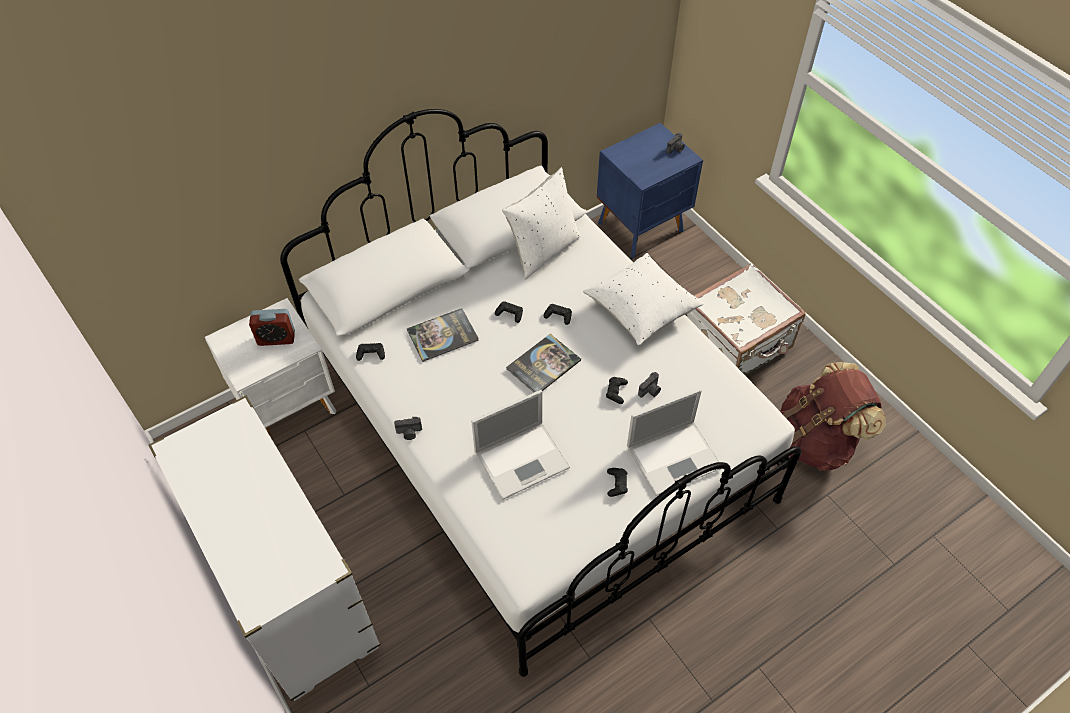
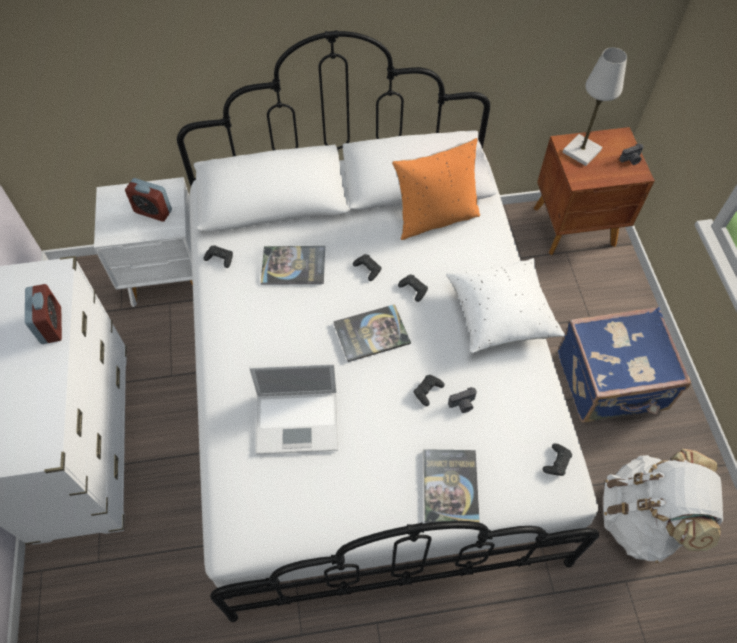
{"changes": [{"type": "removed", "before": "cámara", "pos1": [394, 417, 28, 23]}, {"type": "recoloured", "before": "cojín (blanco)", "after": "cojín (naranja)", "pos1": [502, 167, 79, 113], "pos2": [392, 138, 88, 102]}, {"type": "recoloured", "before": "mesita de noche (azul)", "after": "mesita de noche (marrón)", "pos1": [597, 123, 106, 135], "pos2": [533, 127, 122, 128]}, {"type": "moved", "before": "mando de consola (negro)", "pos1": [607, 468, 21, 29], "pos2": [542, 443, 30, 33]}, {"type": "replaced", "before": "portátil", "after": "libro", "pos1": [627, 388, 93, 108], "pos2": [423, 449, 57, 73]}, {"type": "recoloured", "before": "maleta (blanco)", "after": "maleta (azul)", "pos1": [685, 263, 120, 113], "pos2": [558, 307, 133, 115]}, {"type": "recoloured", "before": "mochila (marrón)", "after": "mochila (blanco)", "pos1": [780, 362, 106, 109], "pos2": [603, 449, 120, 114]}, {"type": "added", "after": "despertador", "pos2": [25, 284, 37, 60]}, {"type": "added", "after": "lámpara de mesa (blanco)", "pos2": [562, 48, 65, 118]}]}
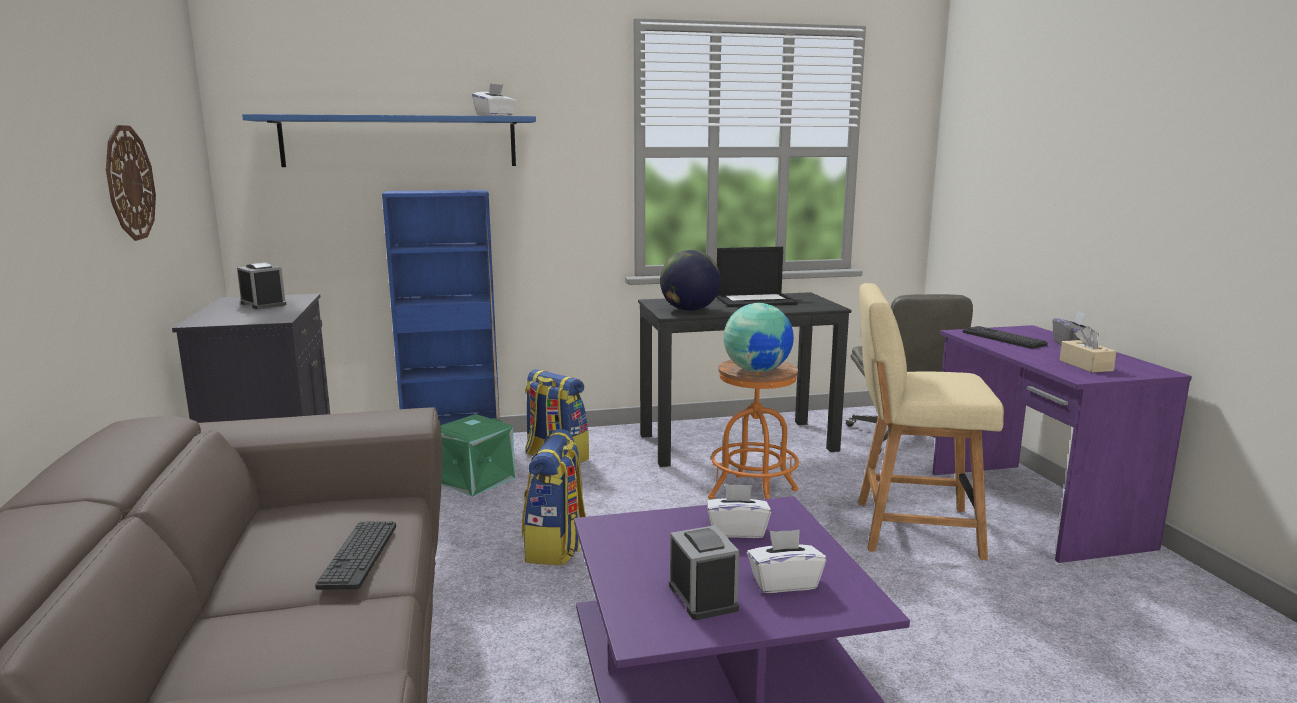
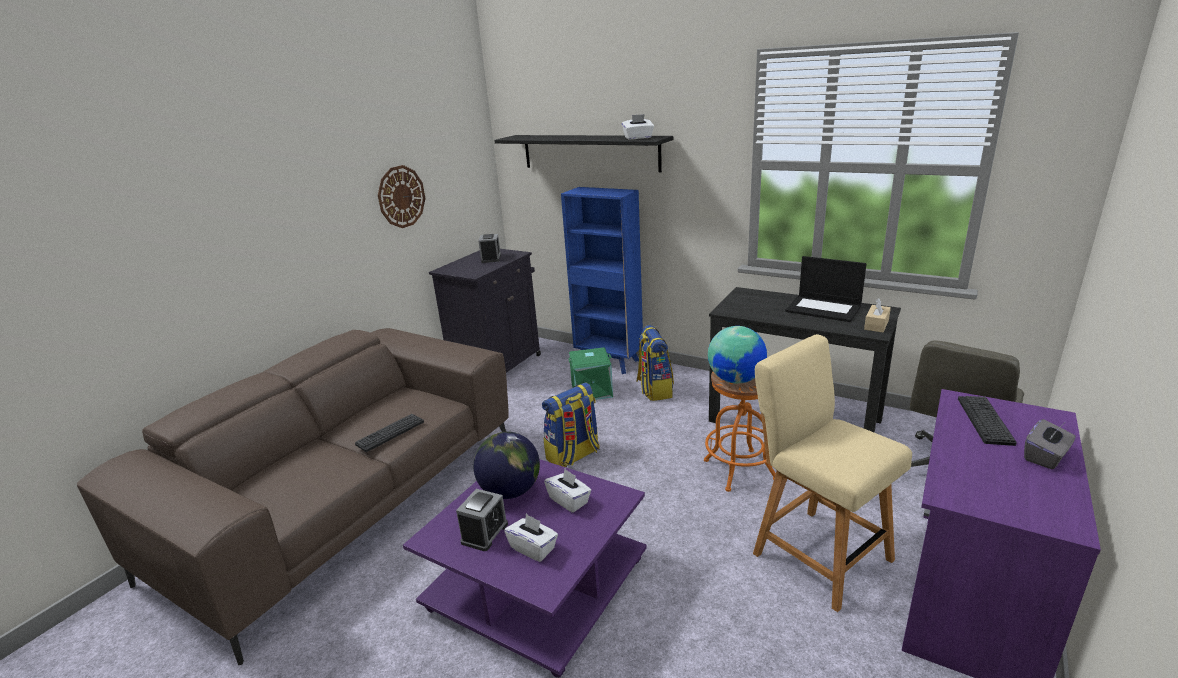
{"changes": [{"type": "recoloured", "before": "estante (azul)", "after": "estante (negro)", "pos1": [242, 114, 294, 53], "pos2": [494, 135, 179, 37]}, {"type": "moved", "before": "globo terráqueo", "pos1": [660, 250, 61, 61], "pos2": [473, 432, 67, 67]}, {"type": "moved", "before": "caja de pañuelos (beis)", "pos1": [1059, 327, 58, 46], "pos2": [864, 298, 27, 34]}]}
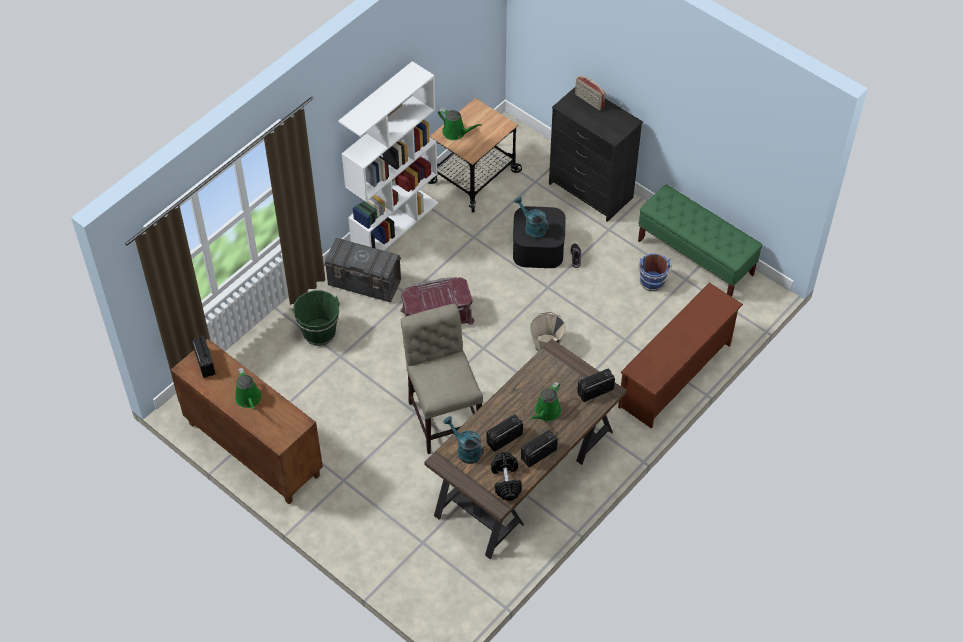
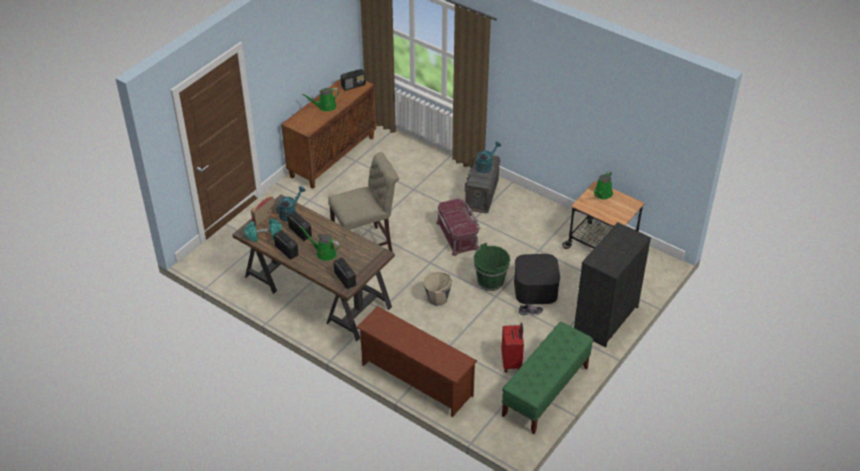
{"changes": [{"type": "moved", "before": "cubo (verde)", "pos1": [292, 290, 48, 56], "pos2": [474, 243, 36, 48]}, {"type": "removed", "before": "estantería (blanco)", "pos1": [338, 61, 101, 190]}, {"type": "recoloured", "before": "mancuerna (negro)", "after": "mancuerna (turquesa)", "pos1": [491, 452, 31, 49], "pos2": [244, 219, 38, 23]}, {"type": "moved", "before": "regadera (turquesa)", "pos1": [514, 197, 35, 42], "pos2": [476, 141, 25, 32]}, {"type": "moved", "before": "radio", "pos1": [575, 76, 30, 34], "pos2": [251, 196, 24, 30]}, {"type": "replaced", "before": "cubo (azul)", "after": "maleta (rojo)", "pos1": [638, 253, 34, 38], "pos2": [501, 323, 23, 49]}]}
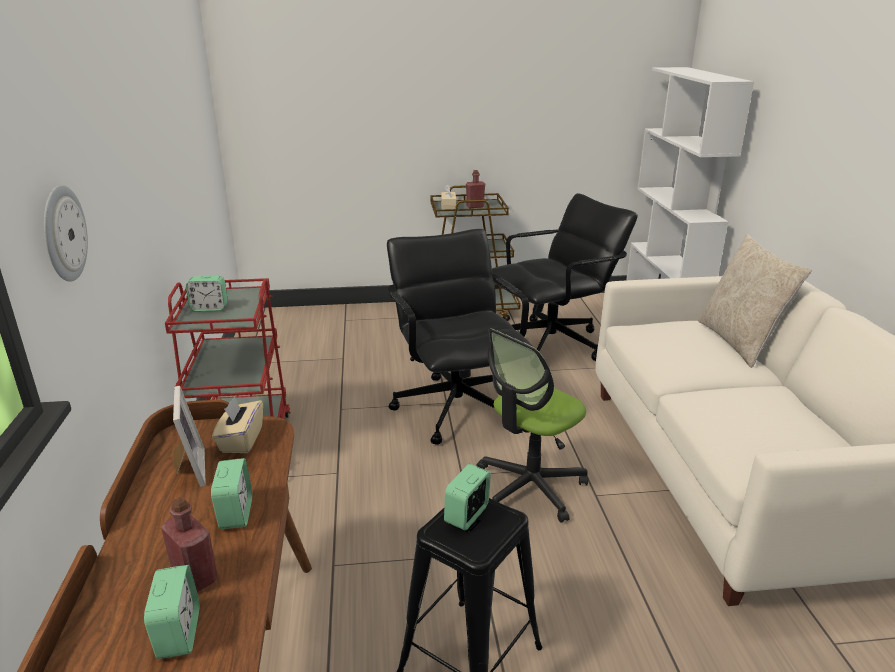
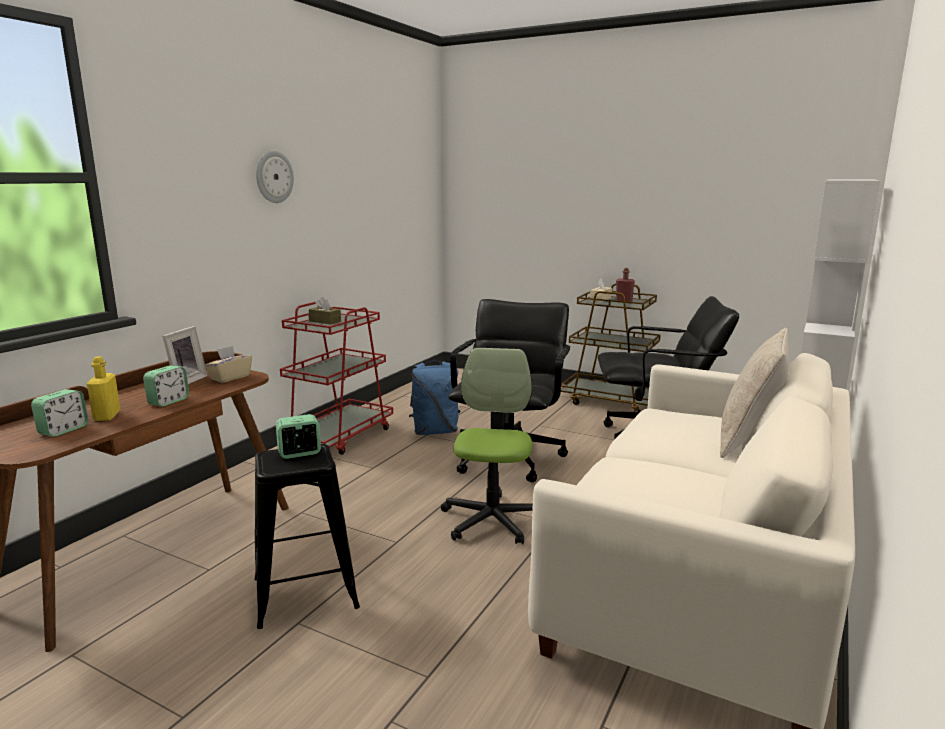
{"changes": [{"type": "moved", "before": "reloj de pared", "pos1": [44, 185, 44, 97], "pos2": [256, 151, 38, 52]}, {"type": "recoloured", "before": "botella (rojo)", "after": "botella (amarillo)", "pos1": [161, 497, 57, 95], "pos2": [87, 356, 33, 65]}, {"type": "replaced", "before": "despertador", "after": "caja de pañuelos (marrón)", "pos1": [186, 276, 42, 35], "pos2": [309, 297, 32, 28]}, {"type": "turned", "before": "silla de oficina", "pos1": [477, 328, 111, 195], "pos2": [441, 348, 92, 196], "turn": 105}, {"type": "added", "after": "mochila (azul)", "pos2": [409, 361, 52, 74]}]}
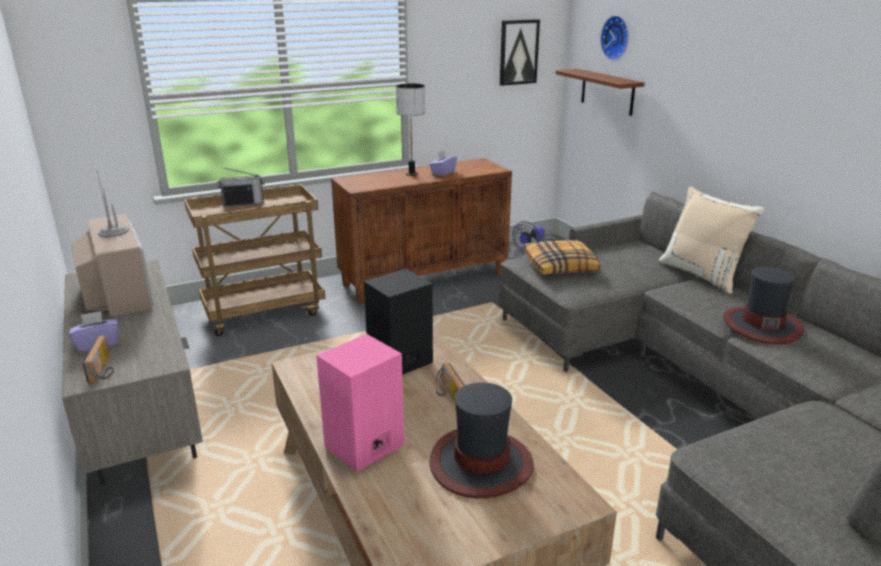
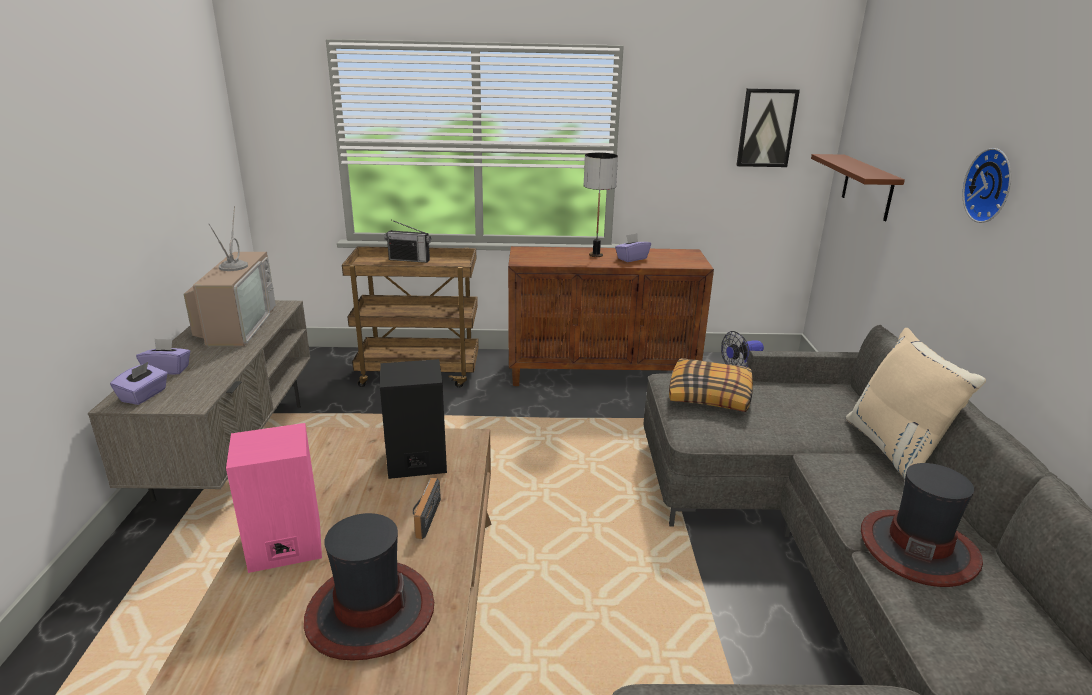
{"changes": [{"type": "replaced", "before": "radio", "after": "caja de pañuelos (morado)", "pos1": [82, 336, 32, 48], "pos2": [110, 362, 58, 43]}, {"type": "moved", "before": "reloj de pared", "pos1": [600, 15, 29, 46], "pos2": [963, 148, 48, 75]}]}
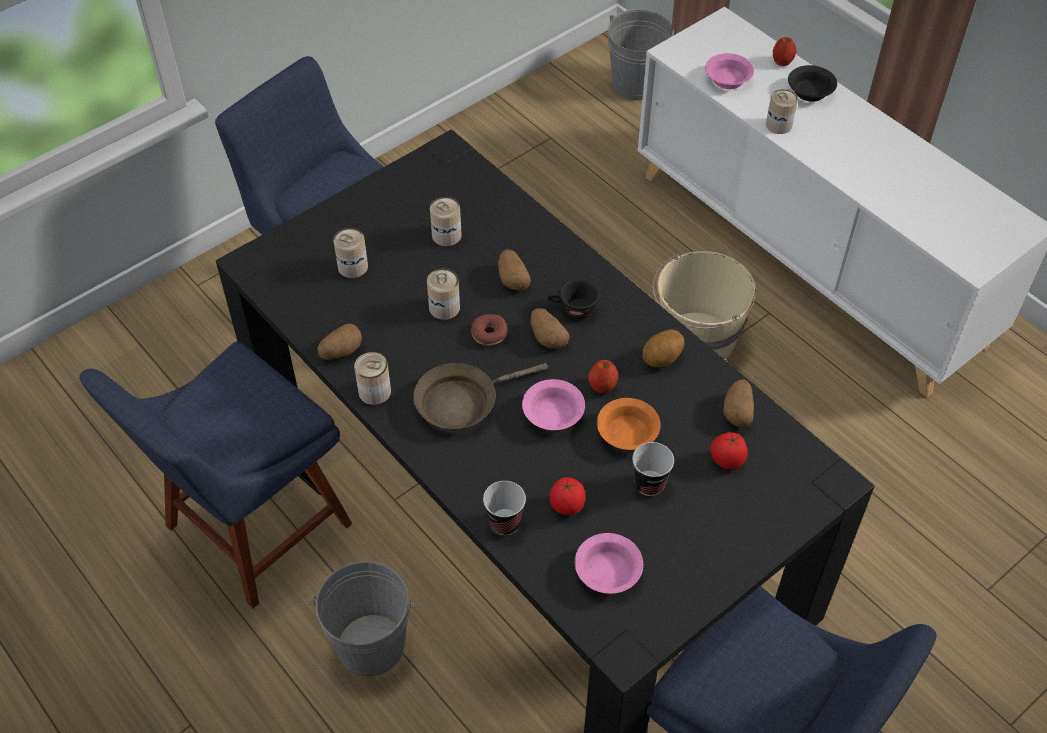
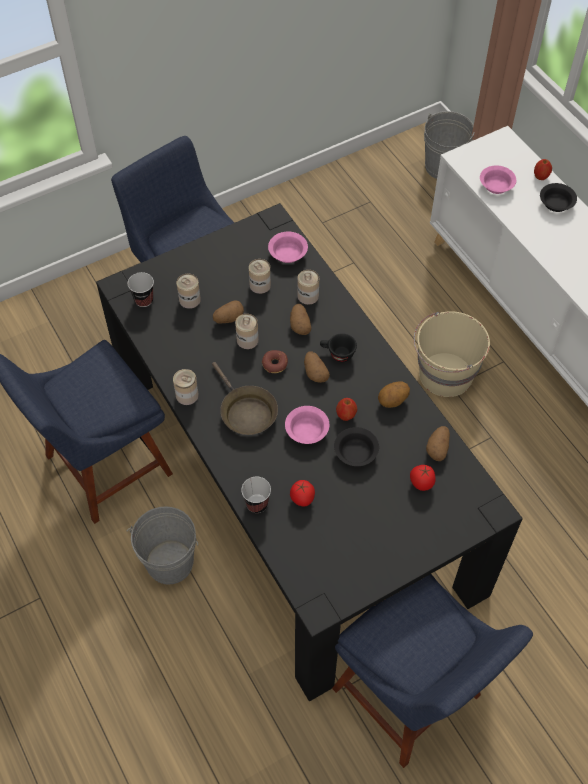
{"changes": [{"type": "moved", "before": "patata", "pos1": [318, 324, 44, 36], "pos2": [213, 300, 31, 23]}, {"type": "turned", "before": "sartén (marrón)", "pos1": [413, 363, 135, 67], "pos2": [212, 362, 66, 73], "turn": -105}, {"type": "moved", "before": "cuenco (rosa)", "pos1": [575, 533, 68, 61], "pos2": [268, 232, 40, 31]}, {"type": "recoloured", "before": "cuenco (naranja)", "after": "cuenco (negro)", "pos1": [597, 398, 63, 52], "pos2": [334, 427, 45, 39]}, {"type": "moved", "before": "taza", "pos1": [632, 442, 42, 54], "pos2": [128, 272, 26, 35]}, {"type": "moved", "before": "lata", "pos1": [766, 89, 32, 45], "pos2": [298, 270, 21, 35]}]}
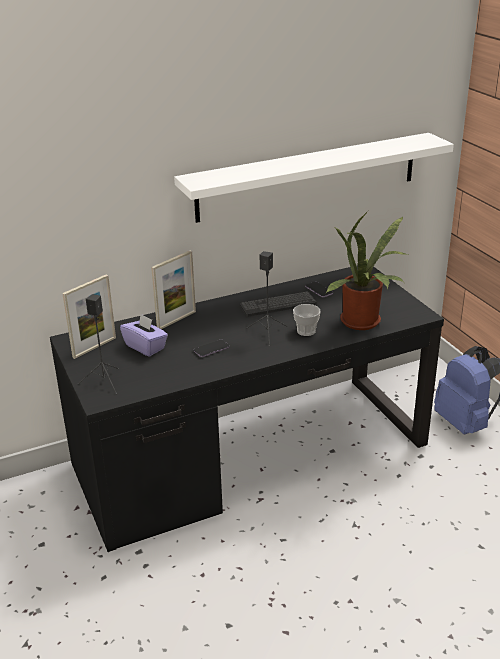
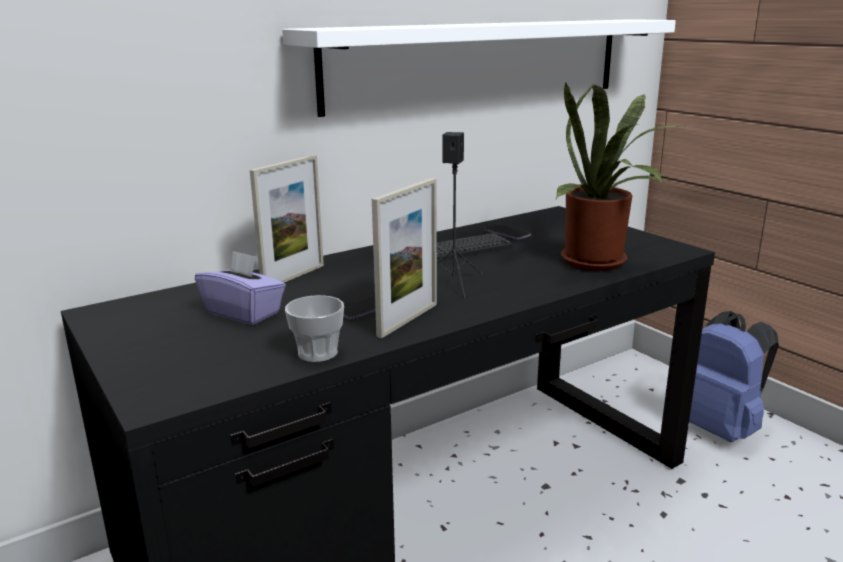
{"changes": [{"type": "moved", "before": "portarretratos", "pos1": [62, 274, 54, 85], "pos2": [372, 178, 65, 160]}, {"type": "removed", "before": "altavoz (negro)", "pos1": [78, 294, 41, 100]}, {"type": "moved", "before": "taza", "pos1": [293, 304, 27, 32], "pos2": [285, 295, 59, 67]}]}
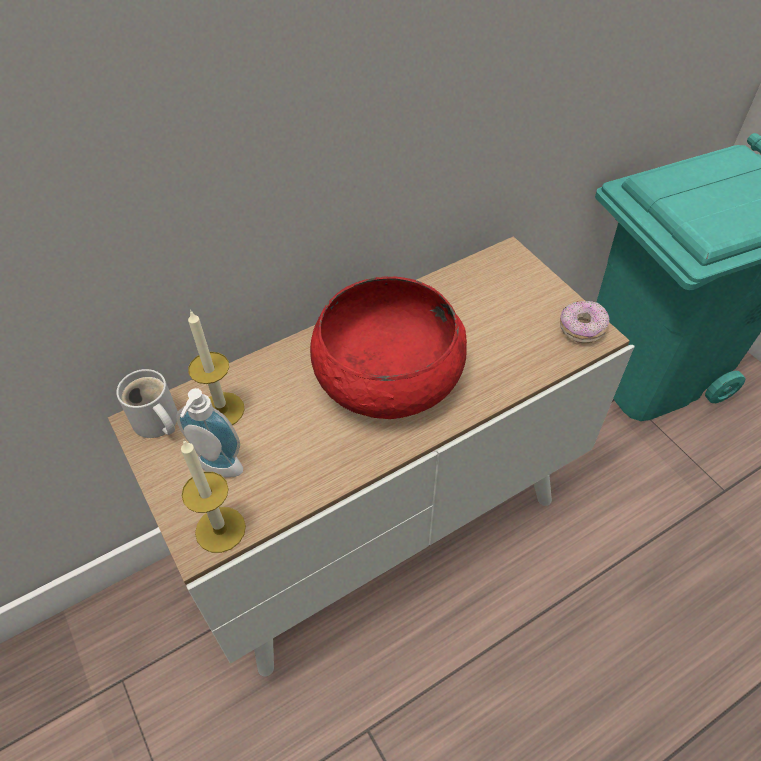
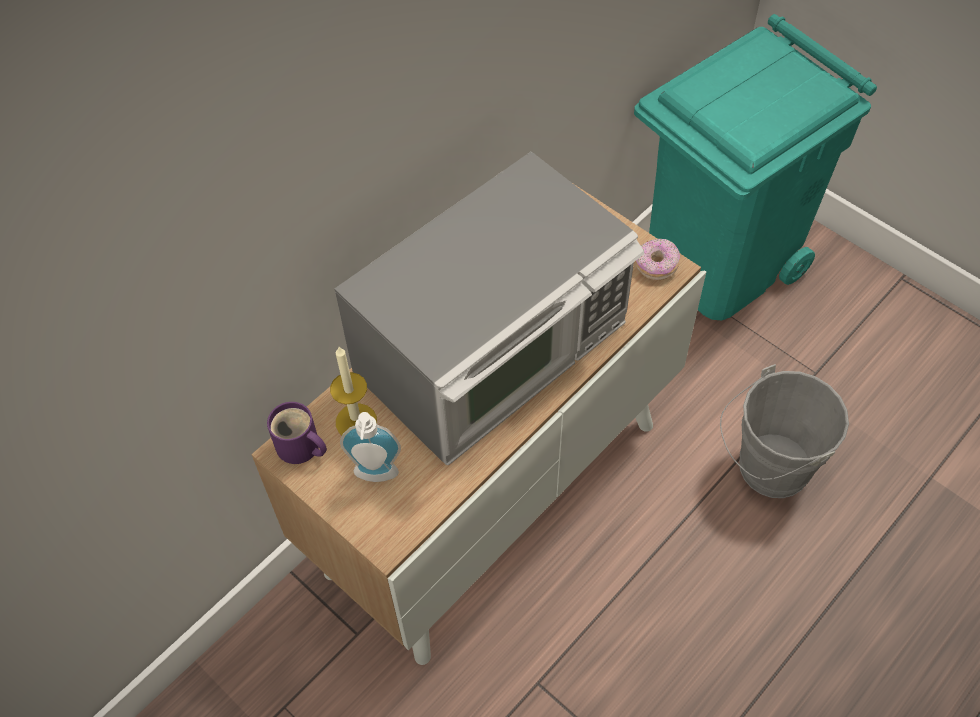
{"changes": [{"type": "recoloured", "before": "taza grande (blanco)", "after": "taza grande (morado)", "pos1": [116, 369, 62, 69], "pos2": [267, 402, 60, 62]}, {"type": "removed", "before": "vela", "pos1": [181, 439, 65, 114]}, {"type": "replaced", "before": "cuenco (rojo)", "after": "microondas", "pos1": [310, 276, 157, 143], "pos2": [334, 151, 311, 314]}, {"type": "added", "after": "cubo (gris)", "pos2": [720, 364, 129, 134]}]}
